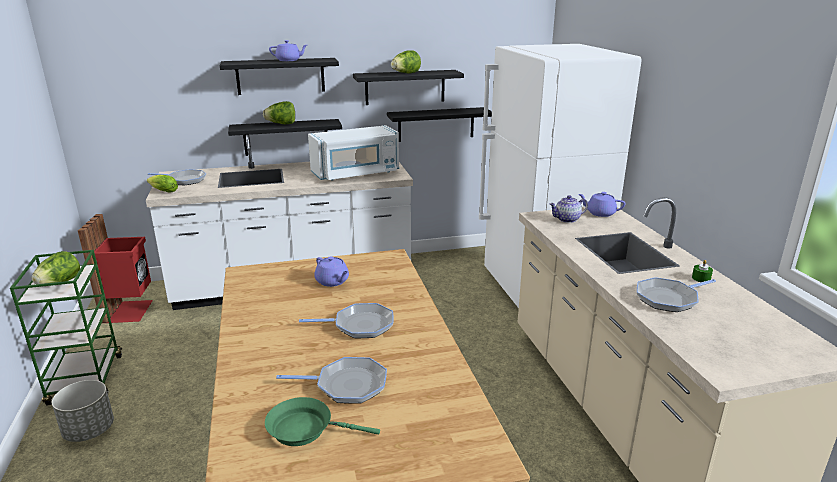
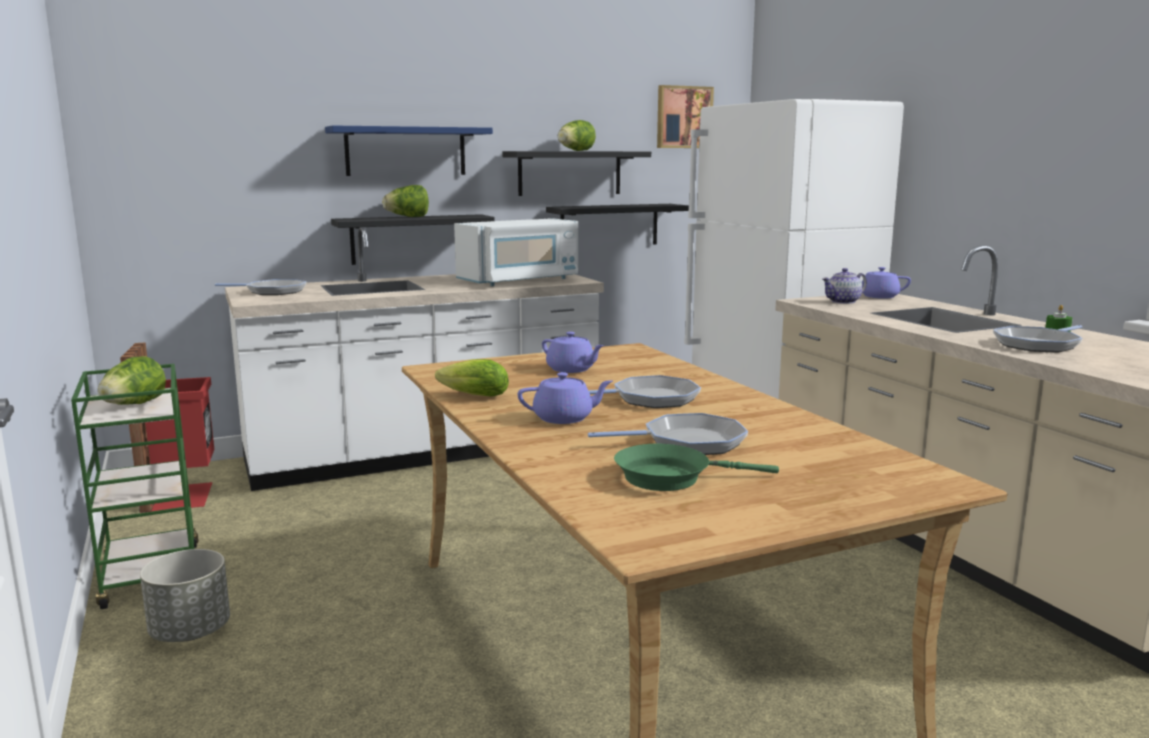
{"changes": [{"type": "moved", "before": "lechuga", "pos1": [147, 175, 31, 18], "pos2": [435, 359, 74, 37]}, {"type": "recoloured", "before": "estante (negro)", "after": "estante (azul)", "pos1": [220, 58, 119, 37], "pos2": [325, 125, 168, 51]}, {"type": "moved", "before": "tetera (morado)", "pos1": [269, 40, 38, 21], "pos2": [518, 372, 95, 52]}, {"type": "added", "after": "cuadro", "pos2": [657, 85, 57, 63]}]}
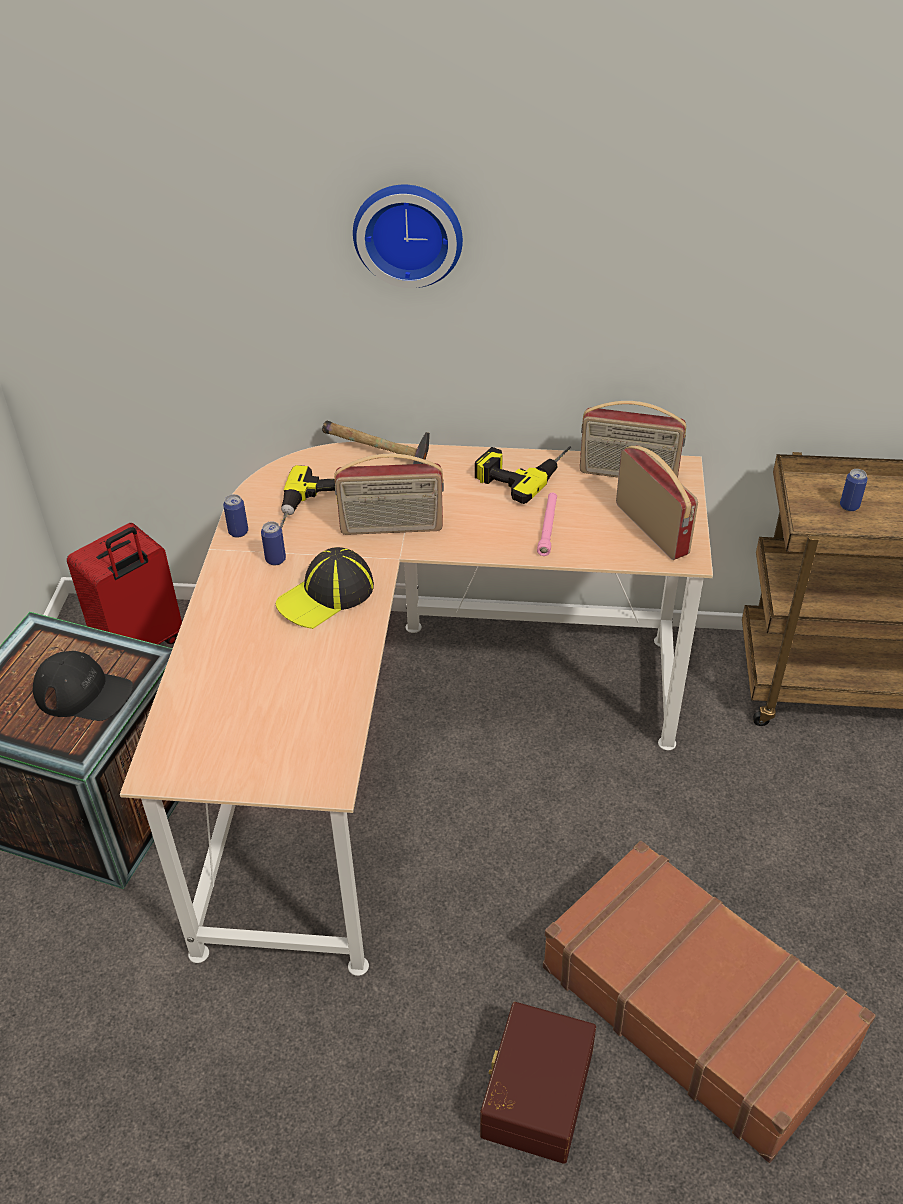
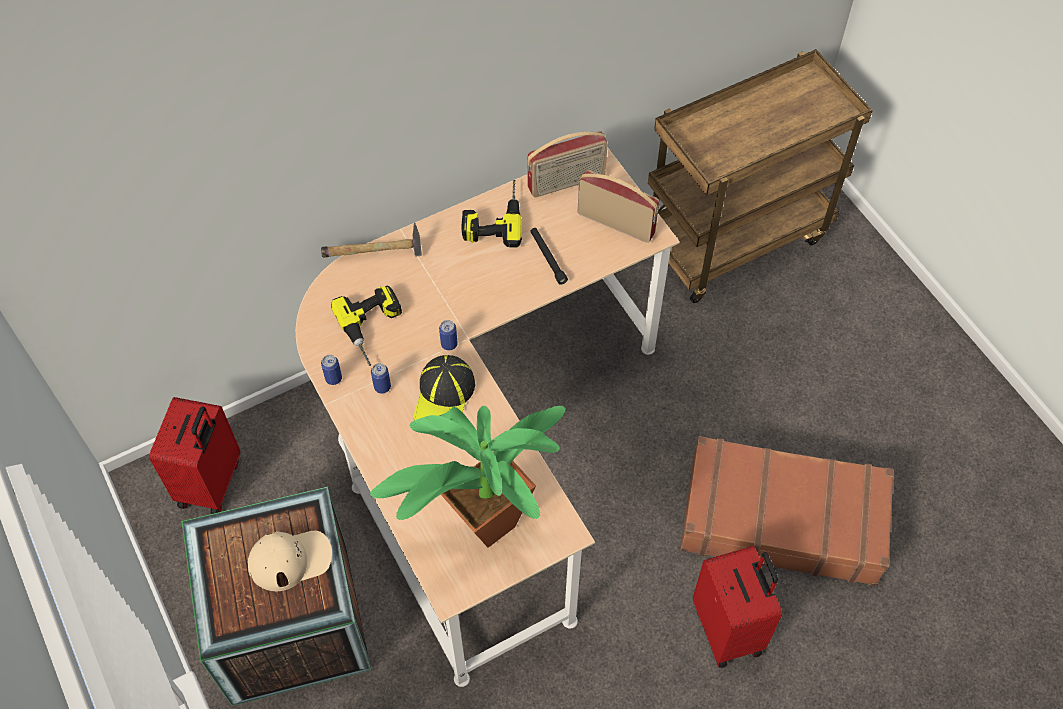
{"changes": [{"type": "recoloured", "before": "gorra (negro)", "after": "gorra (beis)", "pos1": [33, 651, 100, 70], "pos2": [248, 531, 84, 60]}, {"type": "removed", "before": "radio", "pos1": [334, 454, 110, 81]}, {"type": "removed", "before": "reloj de pared", "pos1": [353, 185, 110, 103]}, {"type": "replaced", "before": "caja de almacenaje (marrón)", "after": "maleta (rojo)", "pos1": [480, 1002, 116, 162], "pos2": [693, 546, 89, 122]}, {"type": "recoloured", "before": "linterna (rosa)", "after": "linterna (negro)", "pos1": [537, 493, 20, 63], "pos2": [530, 228, 38, 57]}, {"type": "moved", "before": "lata", "pos1": [840, 469, 28, 42], "pos2": [439, 320, 19, 30]}, {"type": "added", "after": "planta en maceta", "pos2": [370, 406, 195, 142]}]}
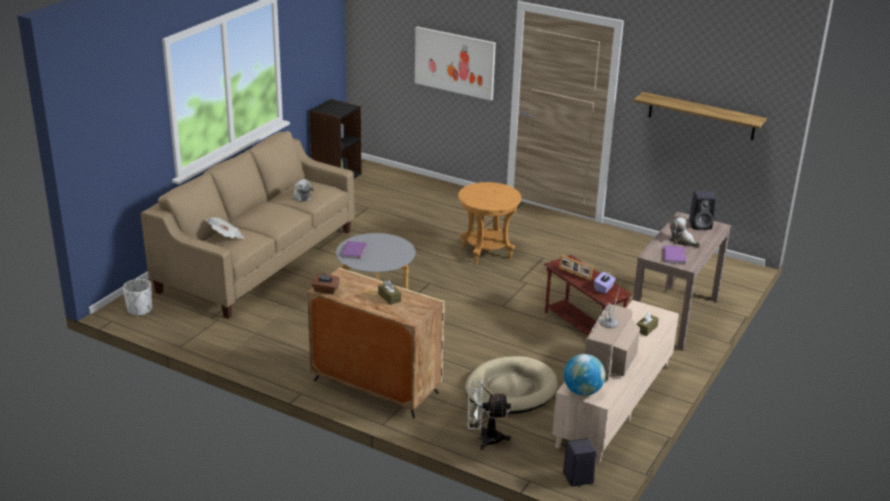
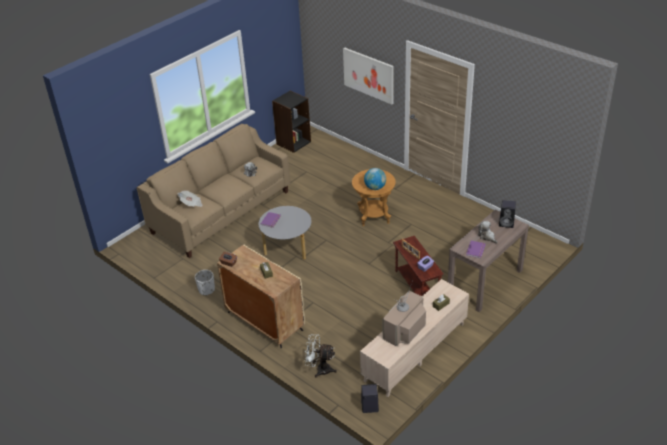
{"changes": [{"type": "moved", "before": "maceta (blanco)", "pos1": [123, 279, 29, 37], "pos2": [195, 270, 20, 26]}, {"type": "removed", "before": "cama para perro (beis)", "pos1": [465, 356, 93, 58]}, {"type": "moved", "before": "globo terráqueo", "pos1": [564, 354, 41, 42], "pos2": [364, 168, 22, 22]}, {"type": "removed", "before": "estante", "pos1": [634, 92, 133, 48]}]}
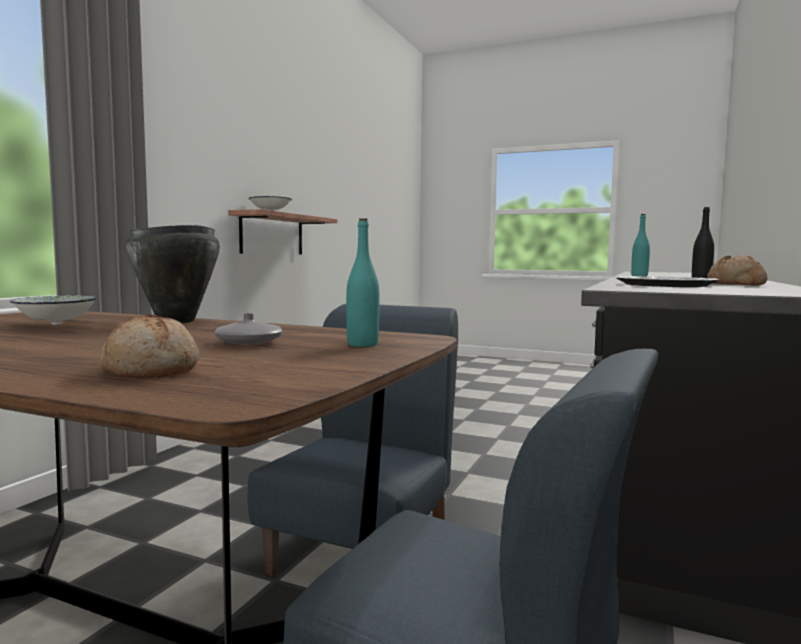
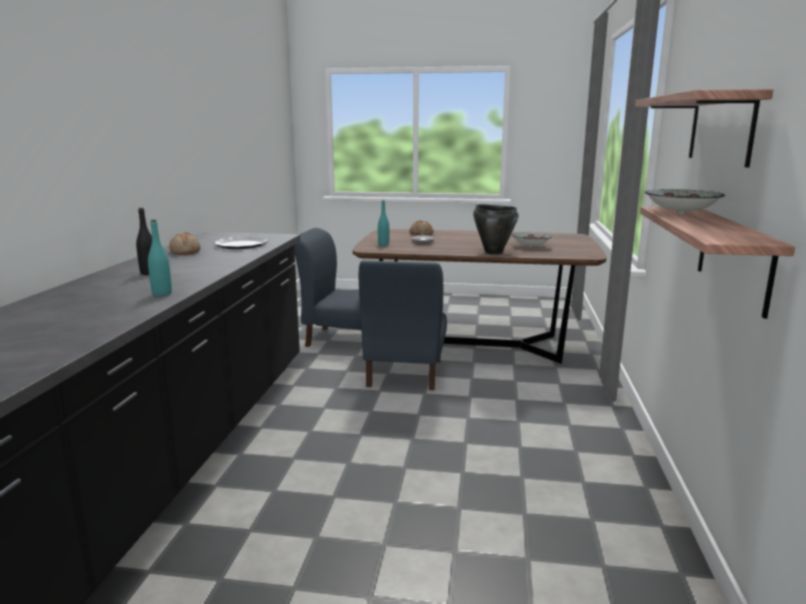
{"changes": [{"type": "added", "after": "estante", "pos2": [635, 89, 138, 79]}]}
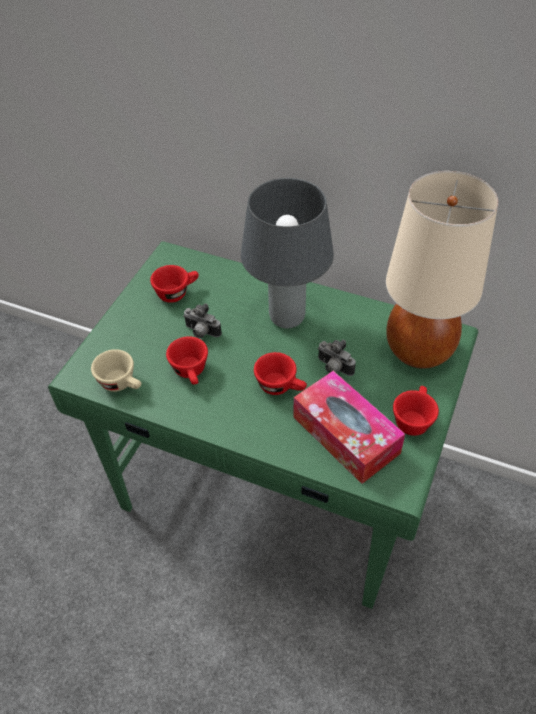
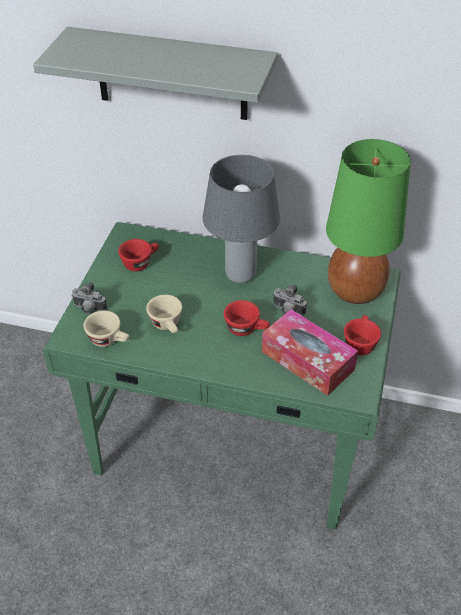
{"changes": [{"type": "recoloured", "before": "taza (rojo)", "after": "taza (beis)", "pos1": [166, 336, 42, 48], "pos2": [146, 295, 36, 38]}, {"type": "moved", "before": "cámara", "pos1": [183, 303, 39, 35], "pos2": [71, 282, 36, 32]}, {"type": "recoloured", "before": "lámpara de mesa (beis)", "after": "lámpara de mesa (verde)", "pos1": [386, 171, 112, 198], "pos2": [326, 139, 85, 165]}, {"type": "added", "after": "estante (gris)", "pos2": [33, 27, 245, 93]}]}
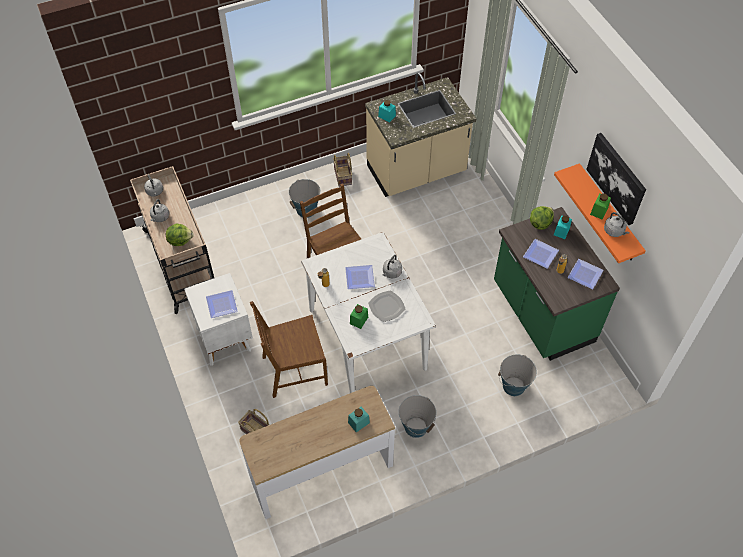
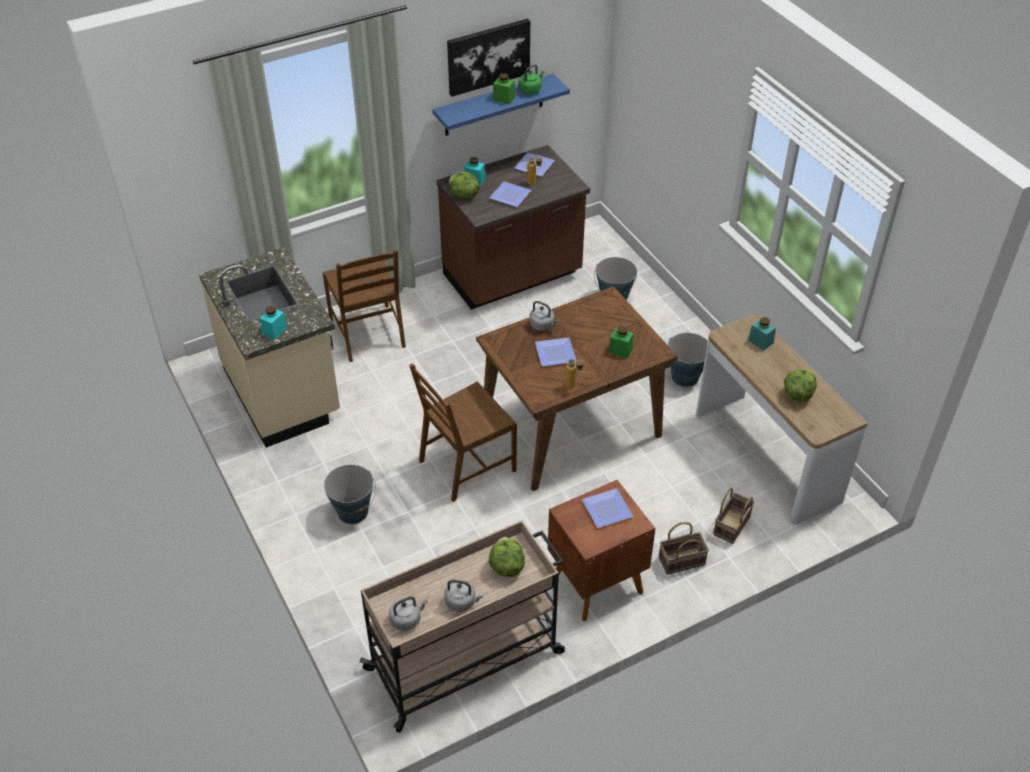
{"changes": [{"type": "recoloured", "before": "mesita de noche (blanco)", "after": "mesita de noche (marrón)", "pos1": [184, 273, 69, 93], "pos2": [548, 480, 107, 141]}, {"type": "moved", "before": "silla (marrón)", "pos1": [250, 301, 78, 97], "pos2": [323, 249, 83, 113]}, {"type": "recoloured", "before": "mesa de comedor (blanco)", "after": "mesa de comedor (marrón)", "pos1": [301, 232, 135, 161], "pos2": [476, 286, 202, 205]}, {"type": "moved", "before": "cesta", "pos1": [333, 153, 19, 34], "pos2": [659, 522, 50, 53]}, {"type": "removed", "before": "plato", "pos1": [368, 290, 38, 32]}, {"type": "recoloured", "before": "mueble bajo de cocina (verde)", "after": "mueble bajo de cocina (marrón)", "pos1": [494, 207, 126, 154], "pos2": [437, 145, 153, 165]}, {"type": "recoloured", "before": "estante (naranja)", "after": "estante (azul)", "pos1": [554, 163, 92, 100], "pos2": [433, 74, 137, 62]}, {"type": "recoloured", "before": "hervidor (gris)", "after": "hervidor (verde)", "pos1": [604, 212, 25, 25], "pos2": [519, 64, 25, 31]}, {"type": "added", "after": "lechuga", "pos2": [784, 369, 33, 33]}]}
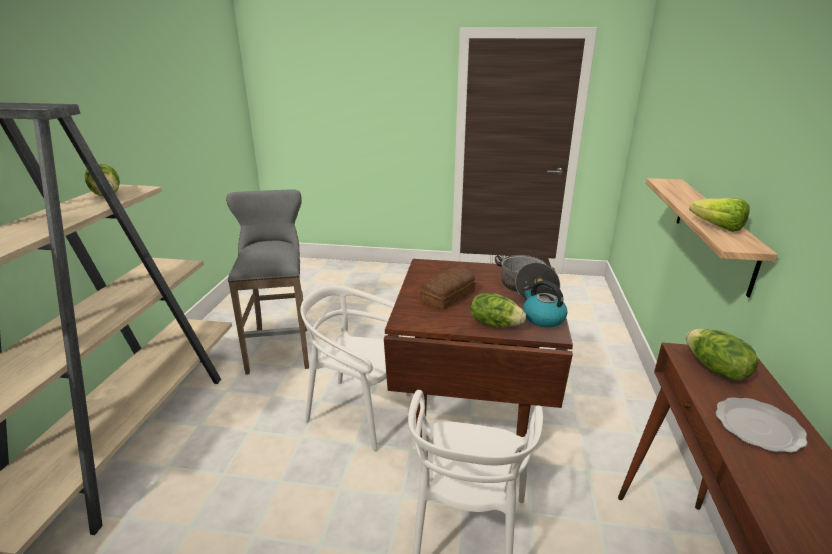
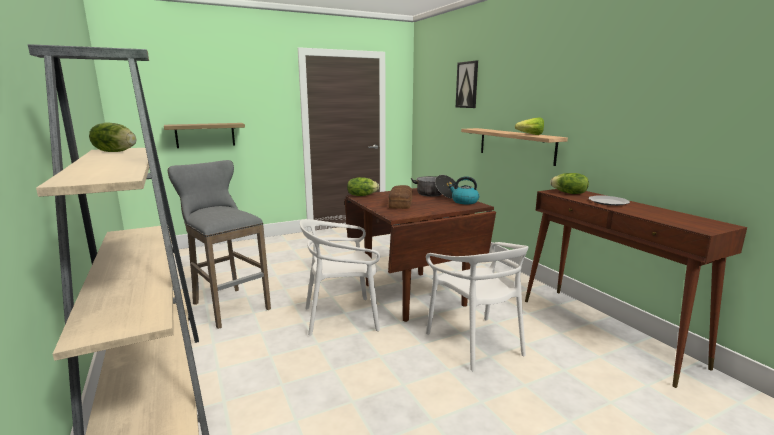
{"changes": [{"type": "moved", "before": "lechuga", "pos1": [471, 293, 55, 35], "pos2": [347, 177, 32, 19]}, {"type": "added", "after": "estante", "pos2": [164, 123, 81, 25]}, {"type": "added", "after": "cuadro", "pos2": [456, 61, 22, 47]}]}
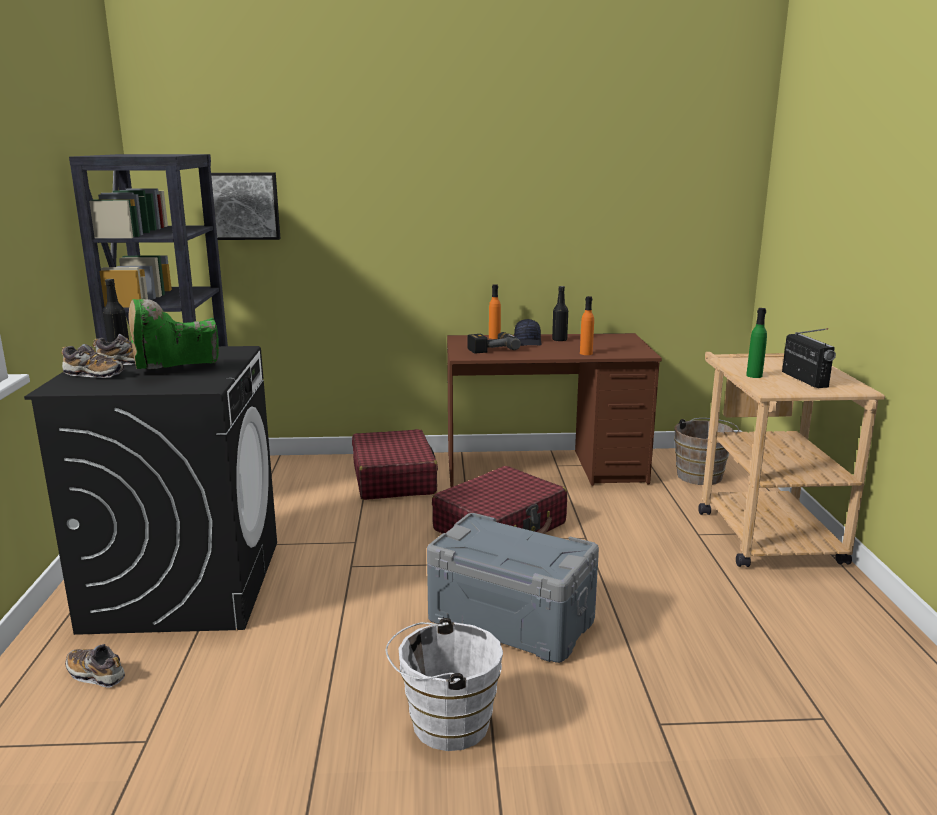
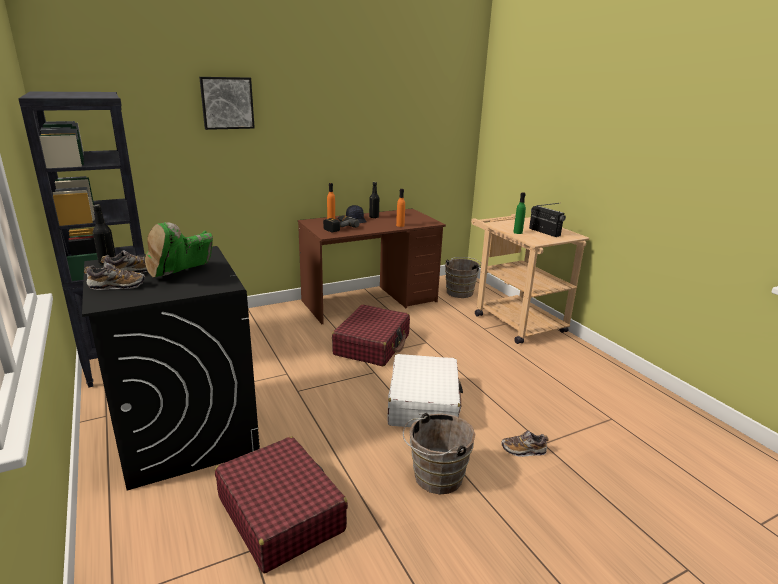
{"changes": [{"type": "moved", "before": "zapato", "pos1": [65, 644, 60, 44], "pos2": [501, 430, 47, 27]}, {"type": "moved", "before": "cuadro", "pos1": [211, 173, 69, 67], "pos2": [199, 77, 56, 53]}, {"type": "moved", "before": "maleta (rojo)", "pos1": [352, 429, 86, 71], "pos2": [215, 436, 133, 137]}, {"type": "recoloured", "before": "cubo (blanco)", "after": "cubo (marrón)", "pos1": [386, 618, 117, 133], "pos2": [403, 413, 72, 81]}, {"type": "replaced", "before": "caja de almacenaje (gris)", "after": "maleta (blanco)", "pos1": [427, 513, 172, 150], "pos2": [387, 354, 76, 73]}]}
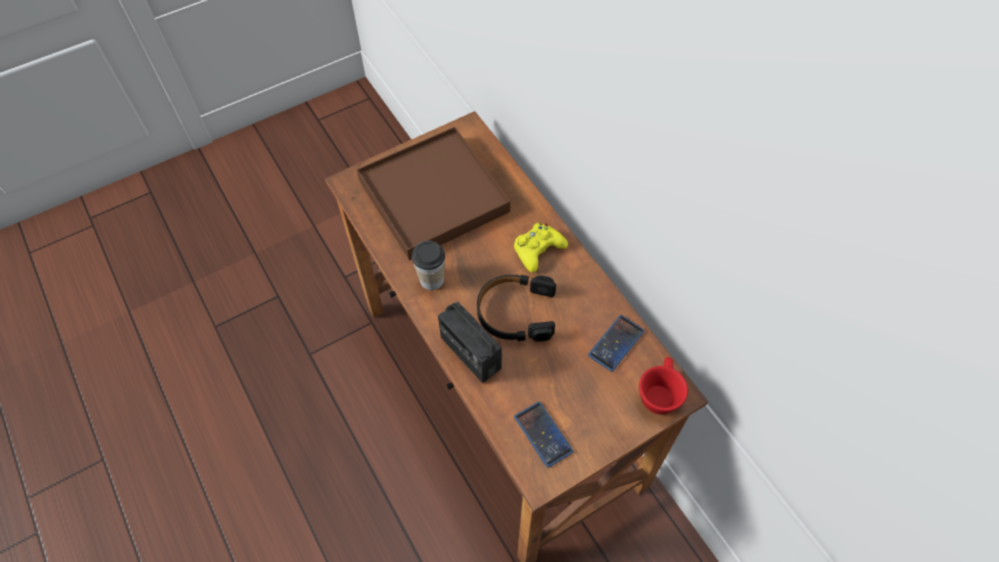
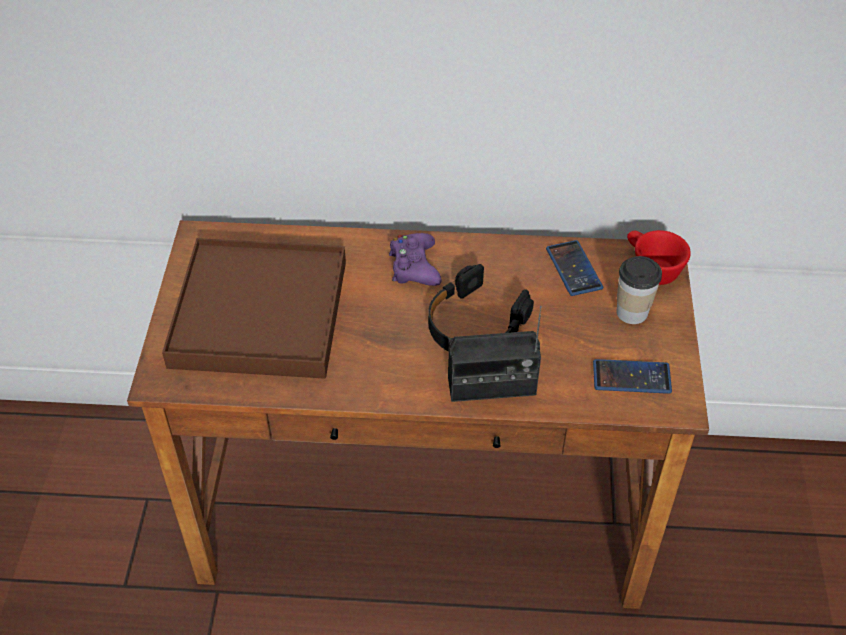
{"changes": [{"type": "moved", "before": "taza", "pos1": [412, 241, 33, 49], "pos2": [616, 256, 46, 68]}, {"type": "recoloured", "before": "mando de consola (amarillo)", "after": "mando de consola (morado)", "pos1": [514, 223, 54, 50], "pos2": [389, 233, 53, 53]}]}
